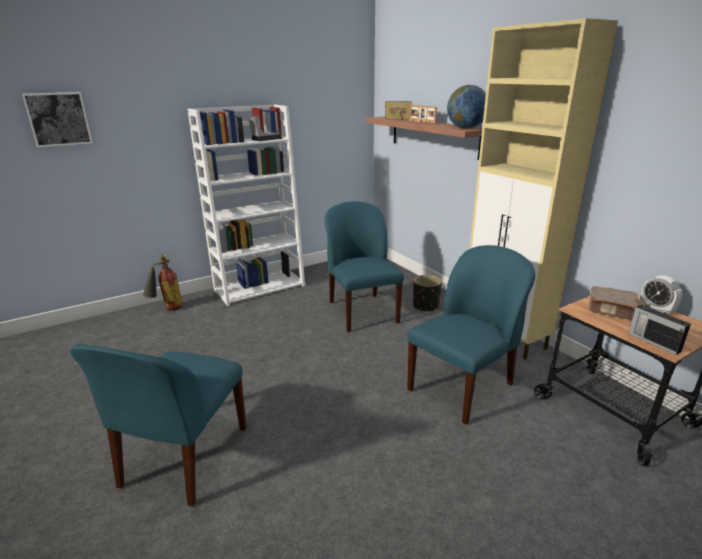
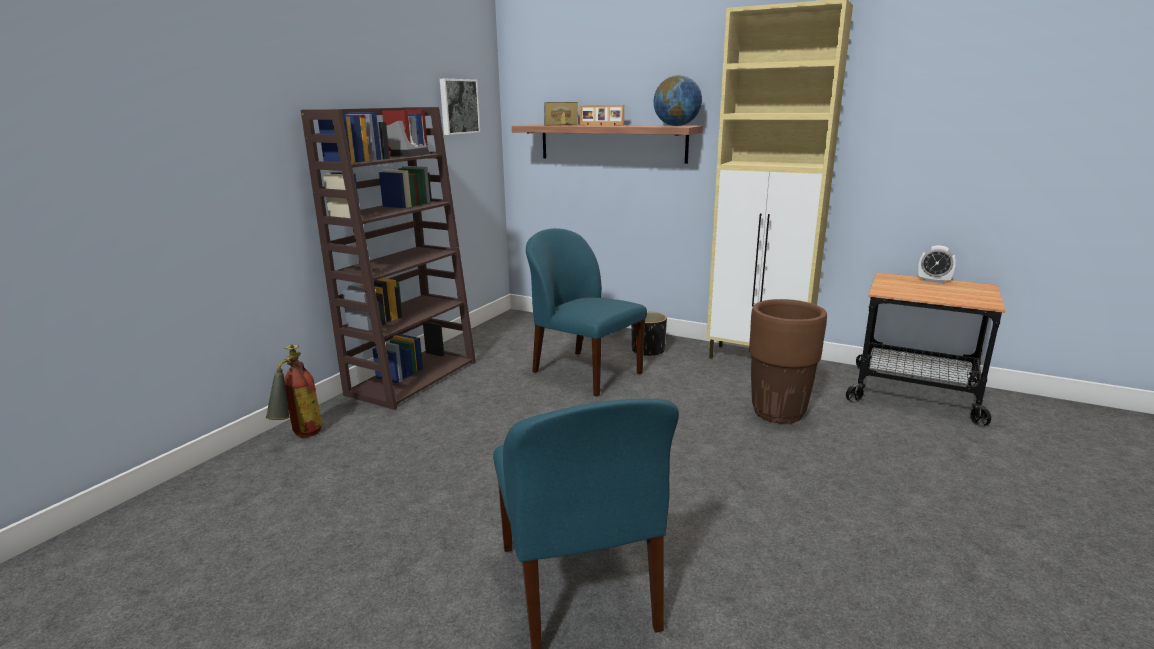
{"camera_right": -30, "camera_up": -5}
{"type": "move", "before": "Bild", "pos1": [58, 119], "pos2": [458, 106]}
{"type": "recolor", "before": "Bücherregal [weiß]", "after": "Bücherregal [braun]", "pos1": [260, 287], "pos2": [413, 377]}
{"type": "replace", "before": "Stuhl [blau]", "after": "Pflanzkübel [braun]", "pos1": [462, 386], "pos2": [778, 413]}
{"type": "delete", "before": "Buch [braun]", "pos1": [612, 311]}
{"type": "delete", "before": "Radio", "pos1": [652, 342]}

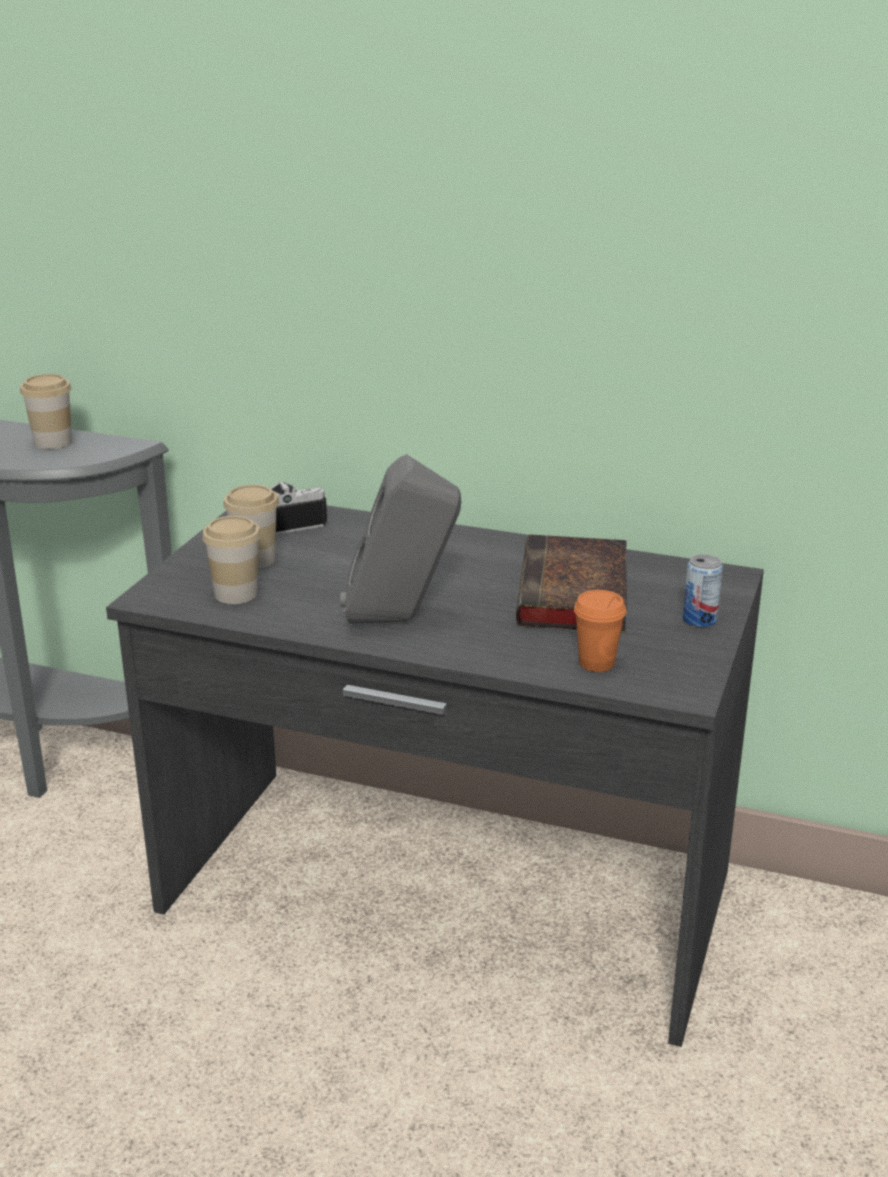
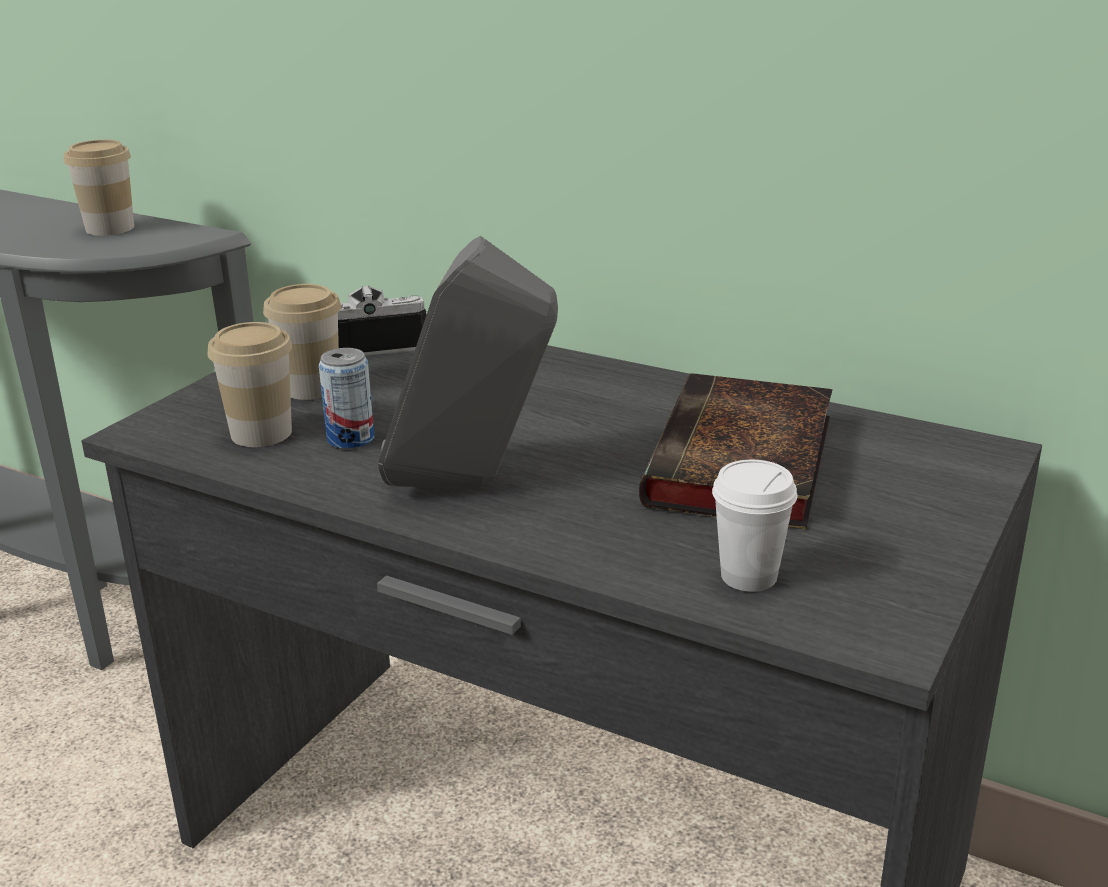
{"camera_right": 10, "camera_up": 0}
{"type": "move", "before": "Dose", "pos1": [699, 619], "pos2": [350, 439]}
{"type": "recolor", "before": "Tasse [orange]", "after": "Tasse [weiß]", "pos1": [596, 663], "pos2": [749, 576]}

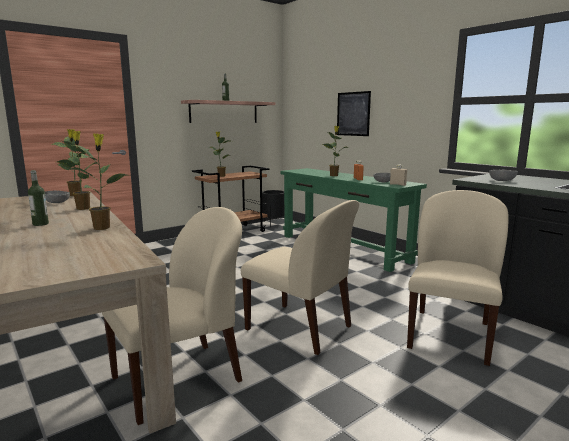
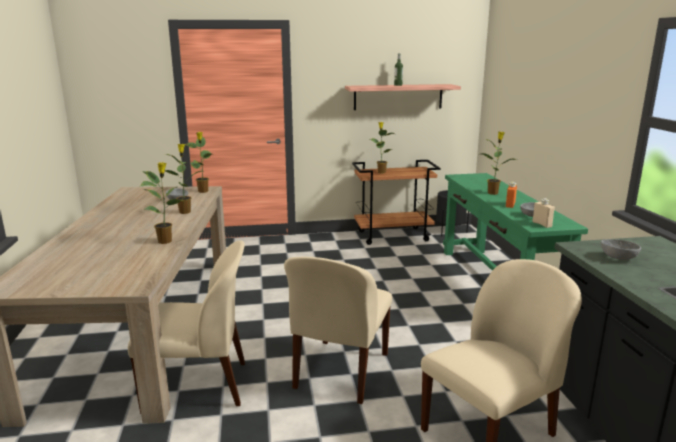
{"camera_right": 30, "camera_up": 5}
{"type": "delete", "before": "Bild", "pos1": [353, 114]}
{"type": "delete", "before": "Flasche", "pos1": [40, 224]}
{"type": "rotate", "before": "Stuhl [beige]", "pos1": [301, 328], "pos2": [340, 372], "turn": 45}

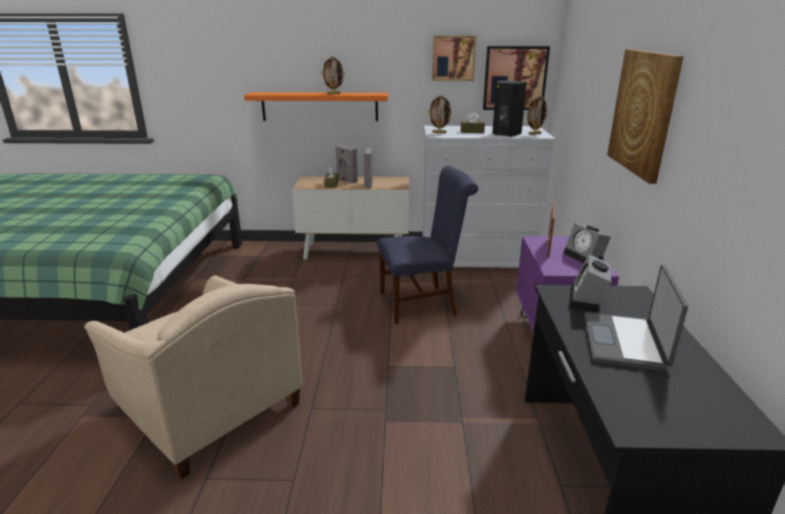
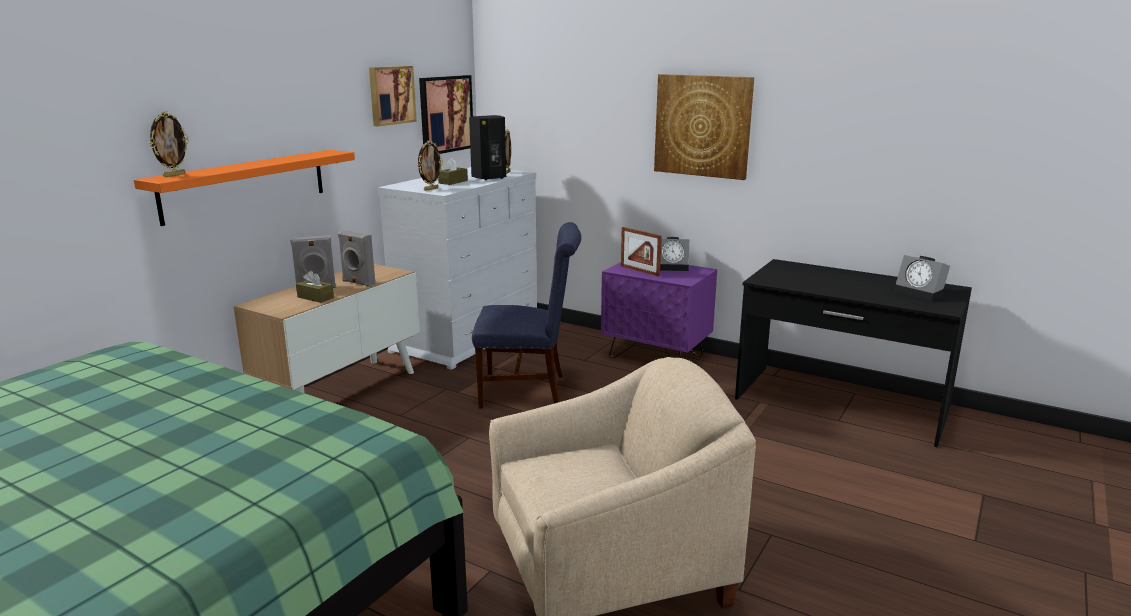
{"camera_right": -60, "camera_up": -5}
{"type": "move", "before": "Bilderrahmen", "pos1": [334, 94], "pos2": [174, 175]}
{"type": "rotate", "before": "Stuhl [blau]", "pos1": [422, 303], "pos2": [529, 390], "turn": 75}
{"type": "move", "before": "Wecker", "pos1": [587, 300], "pos2": [920, 293]}
{"type": "delete", "before": "Laptop", "pos1": [625, 342]}

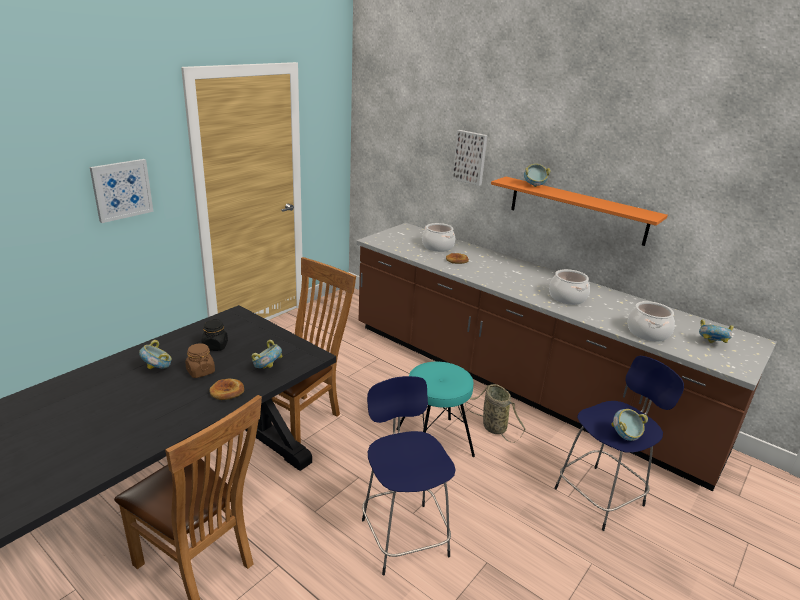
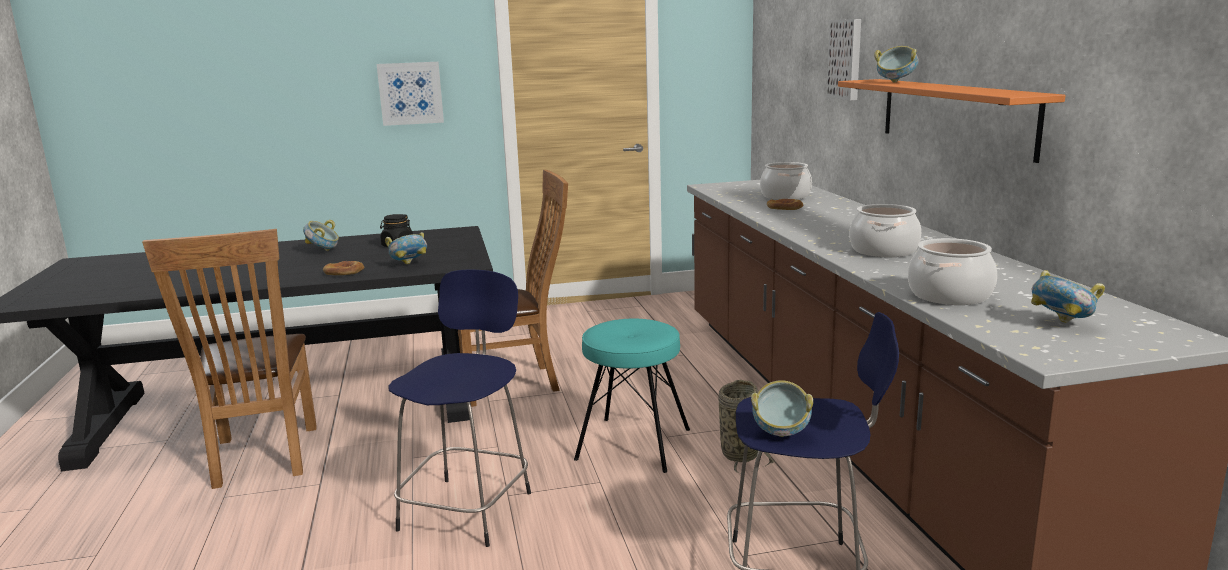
{"camera_right": 40, "camera_up": -10}
{"type": "delete", "before": "Vorratsglas [braun]", "pos1": [200, 371]}

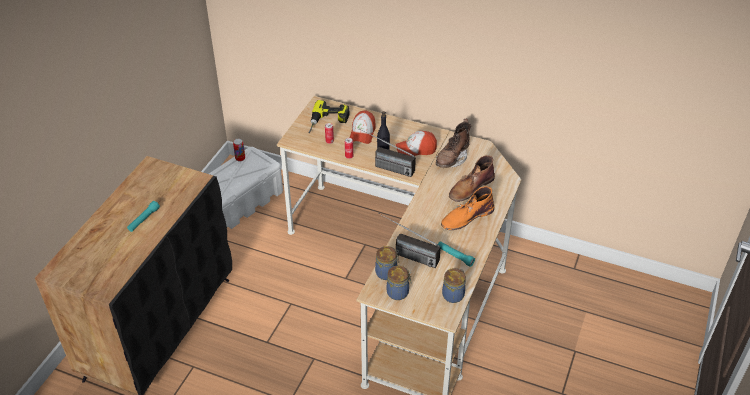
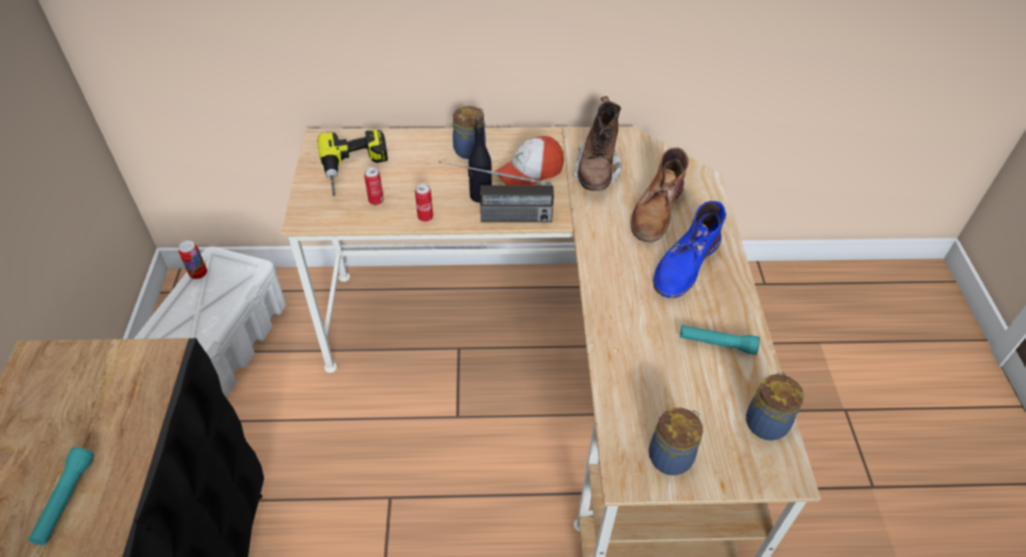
{"camera_right": -25, "camera_up": 5}
{"type": "delete", "before": "Kappe", "pos1": [362, 133]}
{"type": "recolor", "before": "Stiefel [orange]", "after": "Stiefel [blau]", "pos1": [466, 217], "pos2": [685, 264]}
{"type": "delete", "before": "Radio", "pos1": [406, 254]}
{"type": "move", "before": "Vorratsglas", "pos1": [387, 272], "pos2": [470, 149]}

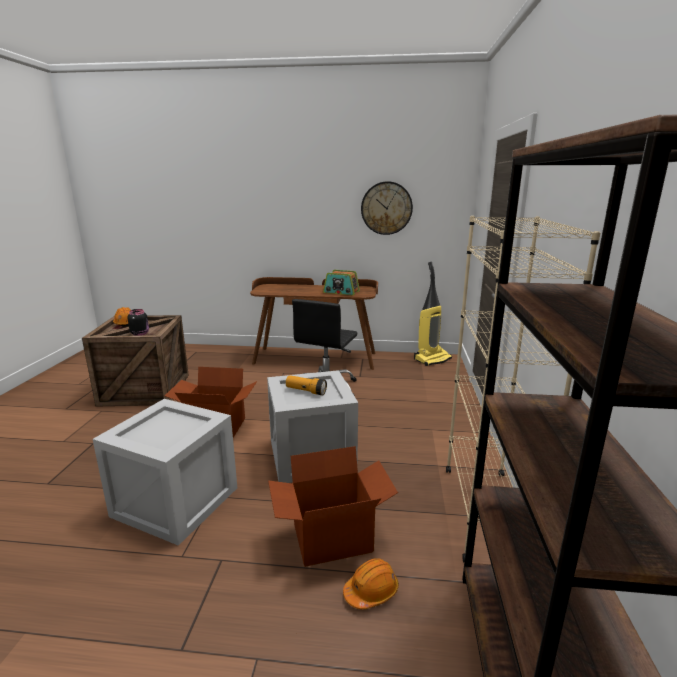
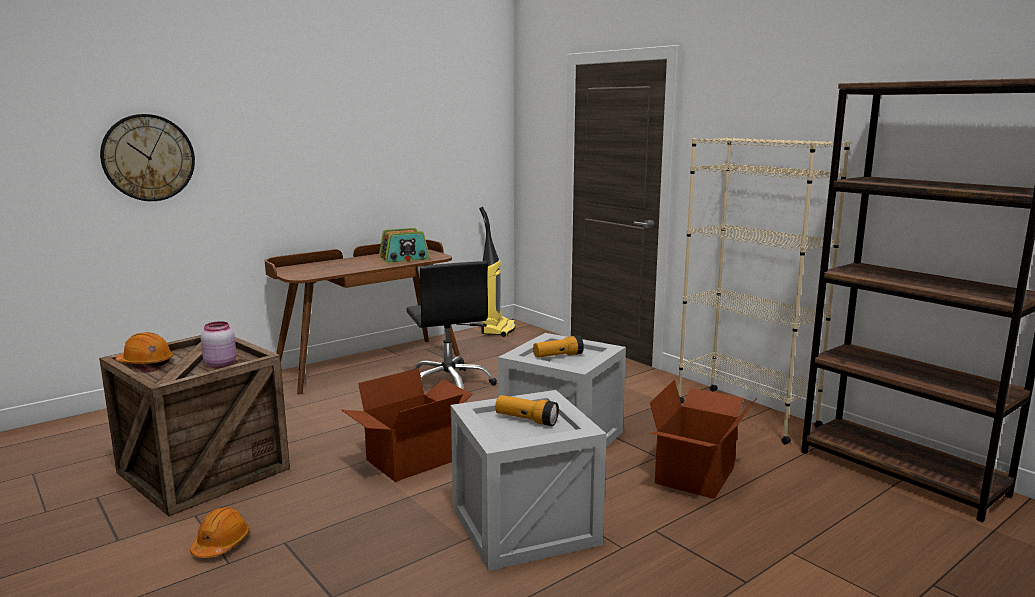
{"camera_right": -45, "camera_up": -5}
{"type": "move", "before": "Wanduhr", "pos1": [386, 208], "pos2": [148, 158]}
{"type": "recolor", "before": "Vorratsglas [schwarz]", "after": "Vorratsglas [rosa]", "pos1": [140, 333], "pos2": [220, 364]}
{"type": "move", "before": "Schutzhelm [orange]", "pos1": [371, 591], "pos2": [221, 544]}
{"type": "insert", "after": "Taschenlampe", "pos2": [526, 420]}

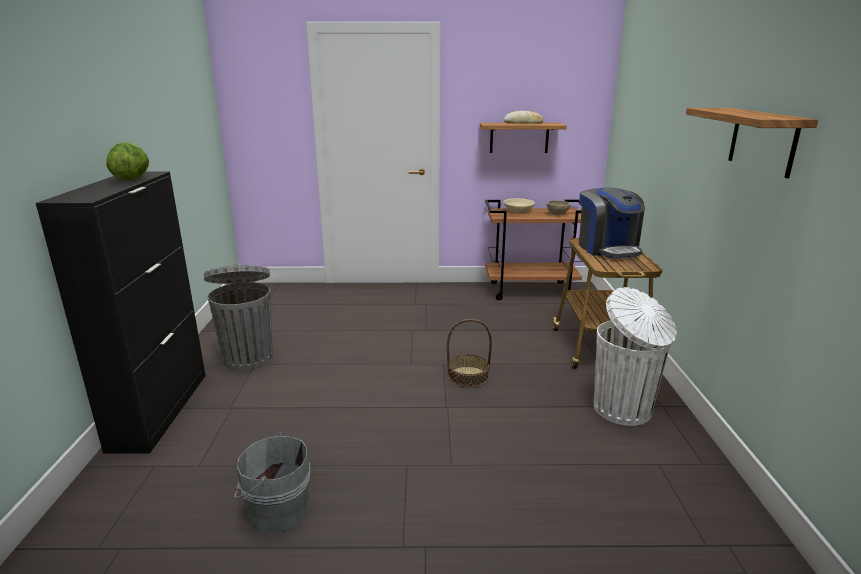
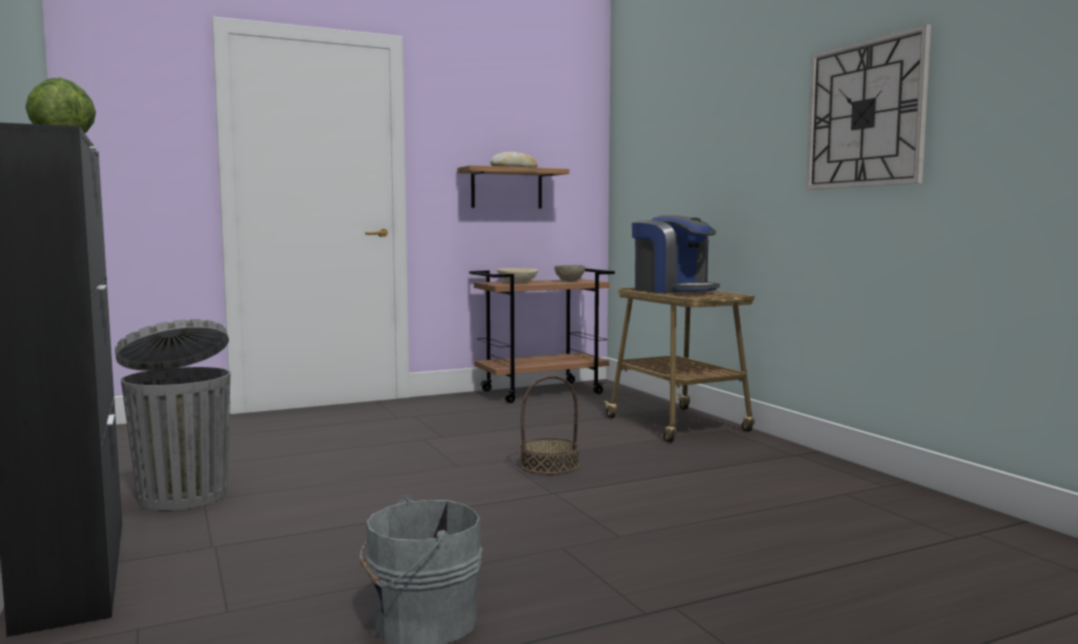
{"camera_right": -25, "camera_up": -15}
{"type": "replace", "before": "Wandregal", "after": "Wanduhr", "pos1": [762, 141], "pos2": [865, 114]}
{"type": "delete", "before": "Mülleimer [weiß]", "pos1": [624, 410]}

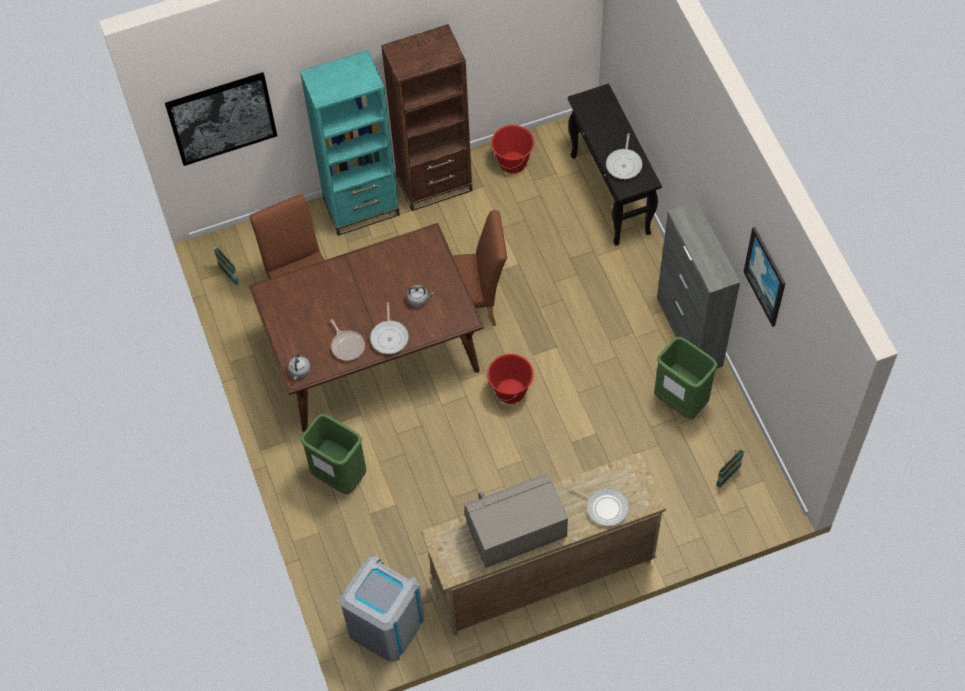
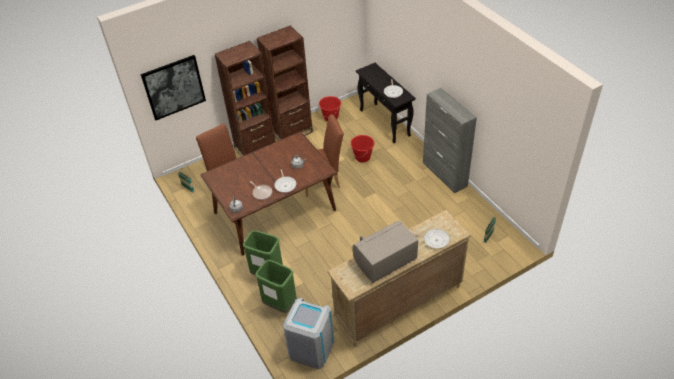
{"camera_right": -10, "camera_up": -15}
{"type": "recolor", "before": "Bücherregal [türkis]", "after": "Bücherregal [braun]", "pos1": [361, 208], "pos2": [255, 148]}
{"type": "delete", "before": "Bild", "pos1": [766, 276]}
{"type": "move", "before": "Mülleimer [grün]", "pos1": [680, 401], "pos2": [280, 304]}
{"type": "move", "before": "Eimer [rot]", "pos1": [510, 391], "pos2": [362, 157]}

